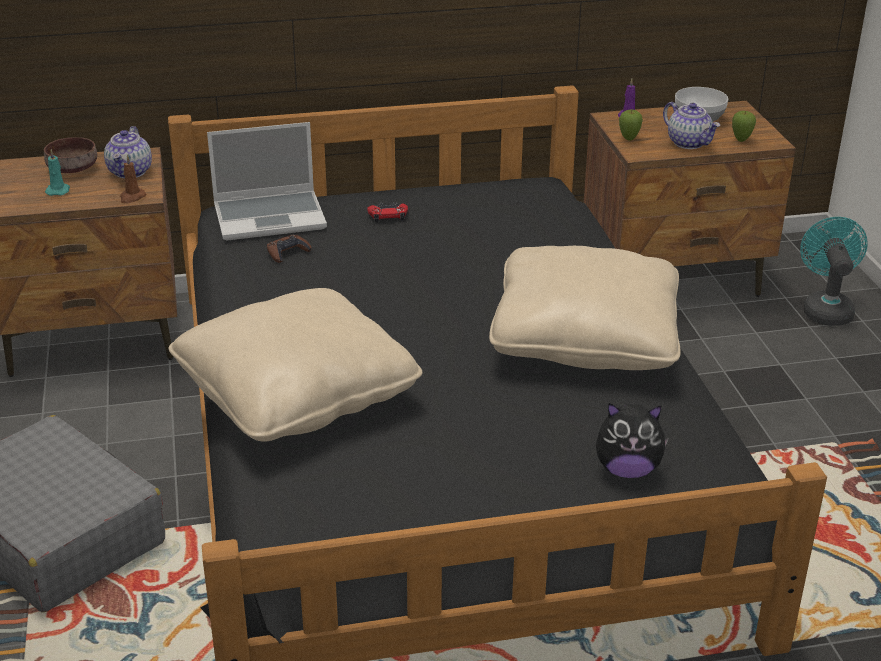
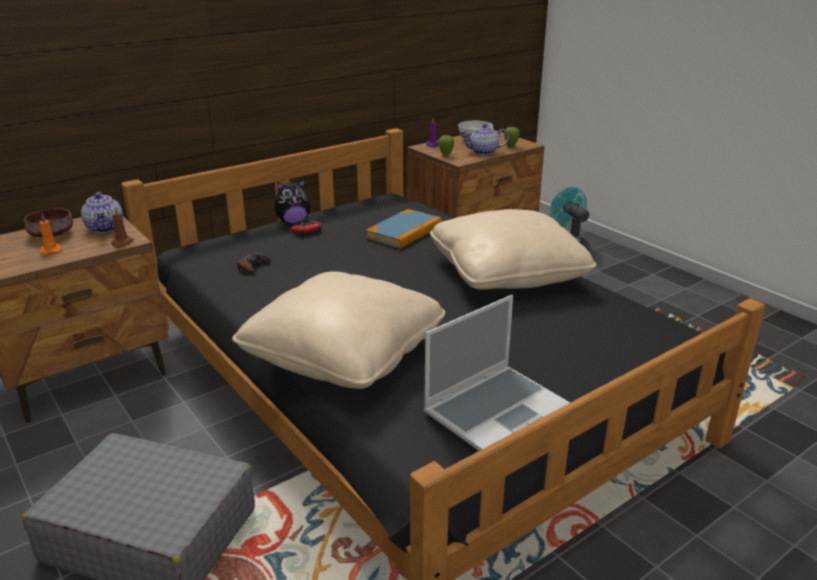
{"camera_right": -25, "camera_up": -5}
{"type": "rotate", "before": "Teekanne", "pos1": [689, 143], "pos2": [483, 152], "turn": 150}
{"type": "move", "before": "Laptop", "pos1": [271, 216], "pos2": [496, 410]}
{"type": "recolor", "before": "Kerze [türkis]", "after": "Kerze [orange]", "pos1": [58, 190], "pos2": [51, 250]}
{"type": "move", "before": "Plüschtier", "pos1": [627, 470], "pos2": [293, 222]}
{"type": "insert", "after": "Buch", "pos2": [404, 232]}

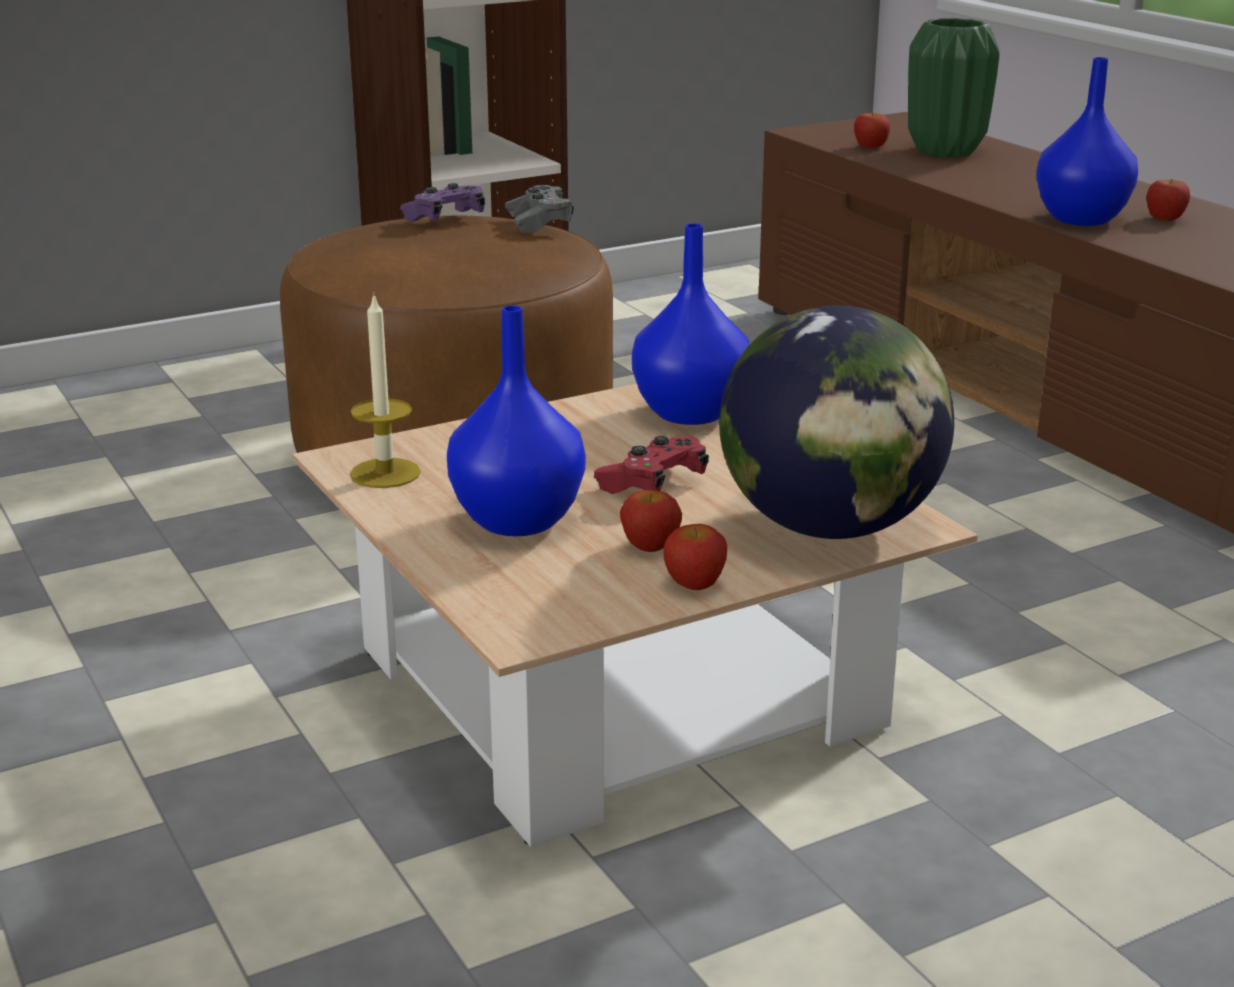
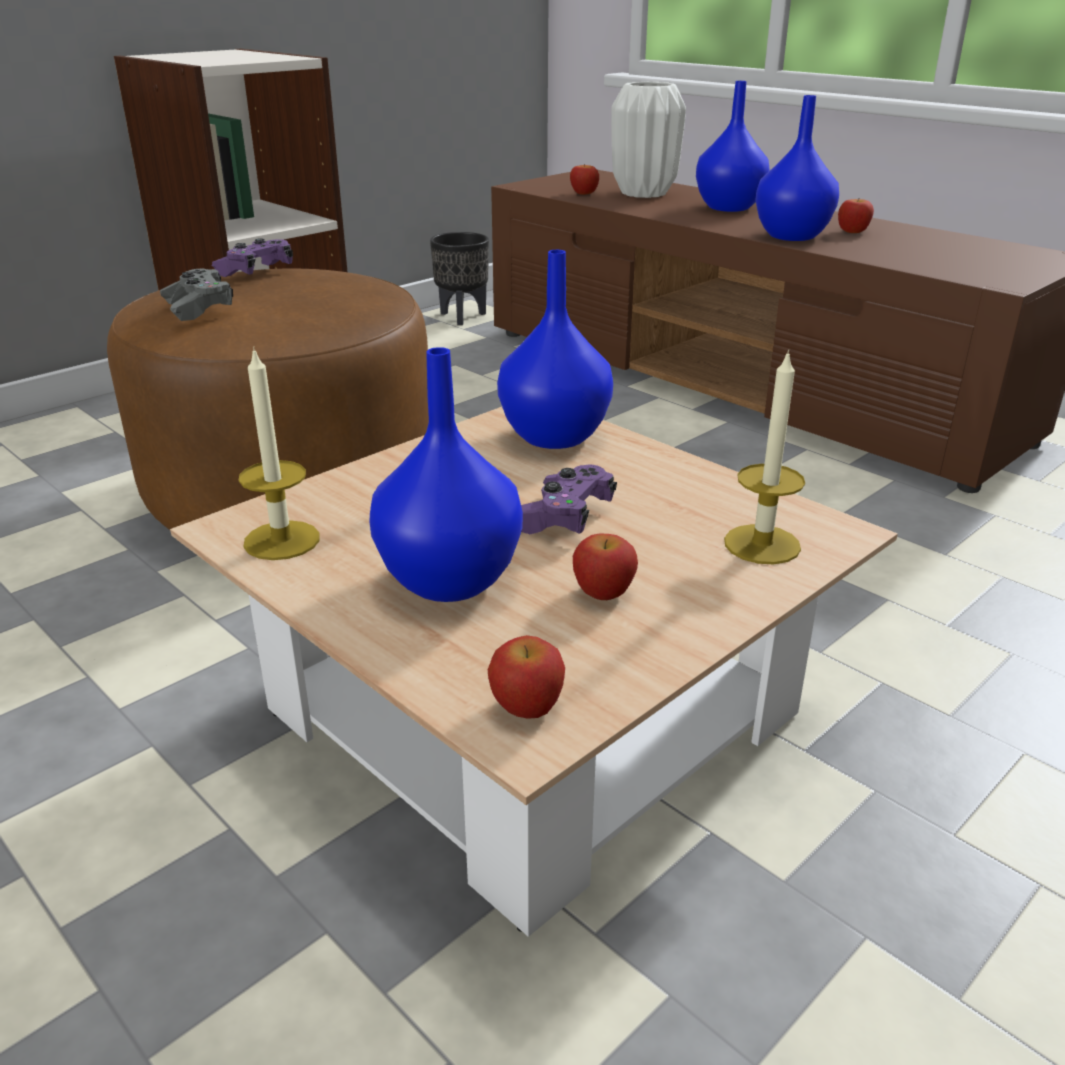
{"camera_right": -15, "camera_up": 5}
{"type": "recolor", "before": "Vase [grün]", "after": "Vase [weiß]", "pos1": [944, 151], "pos2": [643, 193]}
{"type": "move", "before": "Gamepad [grau]", "pos1": [539, 223], "pos2": [199, 308]}
{"type": "replace", "before": "Globus", "after": "Kerze", "pos1": [830, 527], "pos2": [762, 544]}
{"type": "recolor", "before": "Gamepad [rot]", "after": "Gamepad [lila]", "pos1": [652, 484], "pos2": [563, 517]}
{"type": "move", "before": "Apfel", "pos1": [694, 583], "pos2": [526, 706]}
{"type": "insert", "after": "Vase [blau]", "pos2": [728, 208]}
{"type": "insert", "after": "Pflanzkübel [schwarz]", "pos2": [462, 317]}

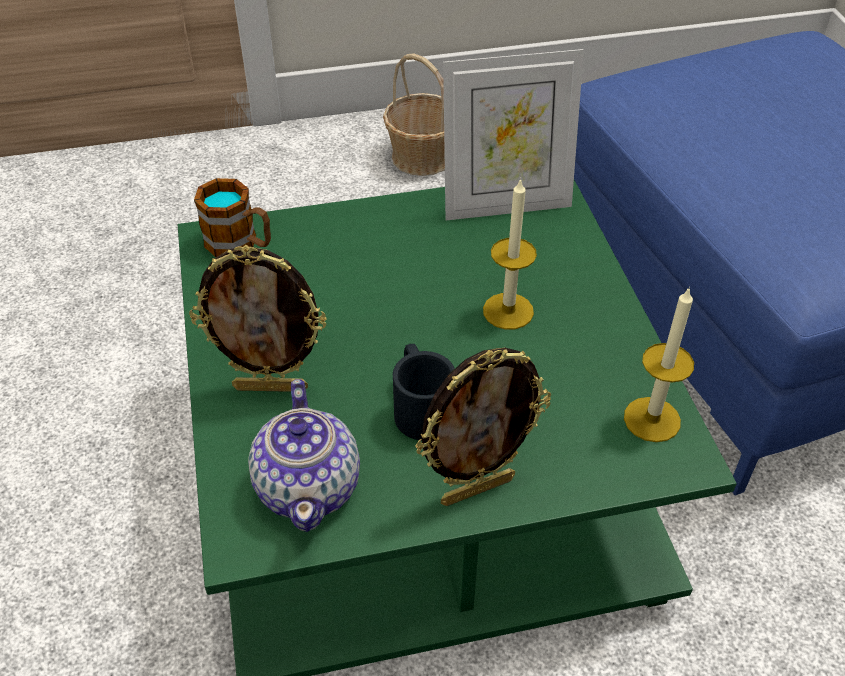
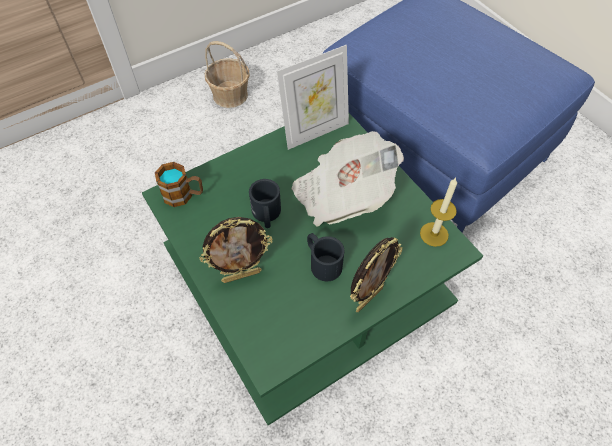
{"camera_right": -20, "camera_up": 10}
{"type": "replace", "before": "Kerze", "after": "Zeitung", "pos1": [508, 311], "pos2": [342, 194]}
{"type": "delete", "before": "Teekanne", "pos1": [309, 486]}
{"type": "insert", "after": "Henkelbecher [schwarz]", "pos2": [266, 215]}

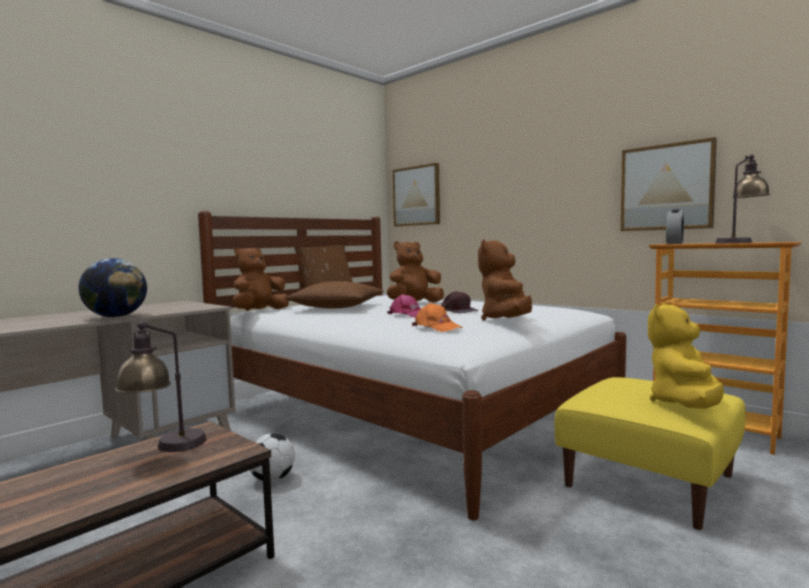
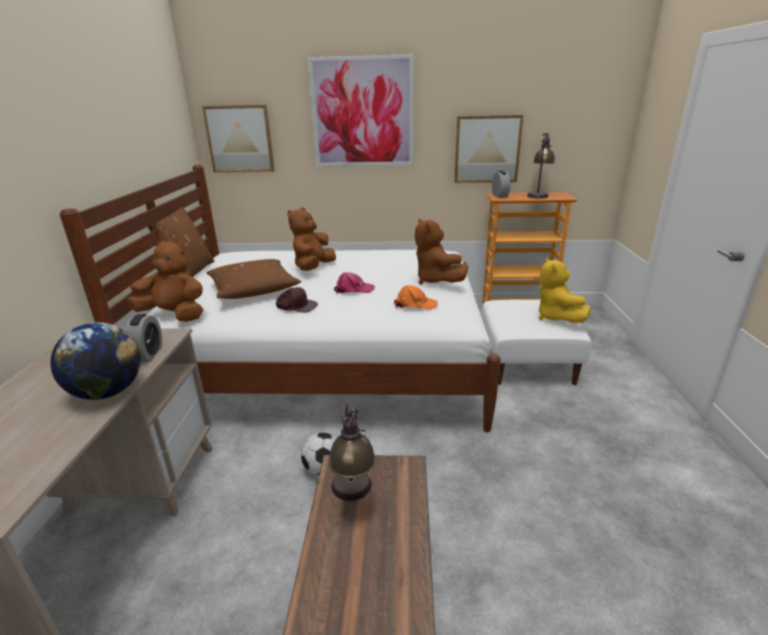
{"camera_right": -40, "camera_up": 20}
{"type": "rotate", "before": "Plüschtier [braun]", "pos1": [259, 311], "pos2": [174, 315], "turn": 105}
{"type": "move", "before": "Kappe [braun]", "pos1": [458, 310], "pos2": [296, 306]}
{"type": "recolor", "before": "Polsterhocker [gelb]", "after": "Polsterhocker [weiß]", "pos1": [648, 480], "pos2": [526, 362]}
{"type": "insert", "after": "Bild", "pos2": [362, 113]}
{"type": "insert", "after": "Wecker", "pos2": [148, 354]}

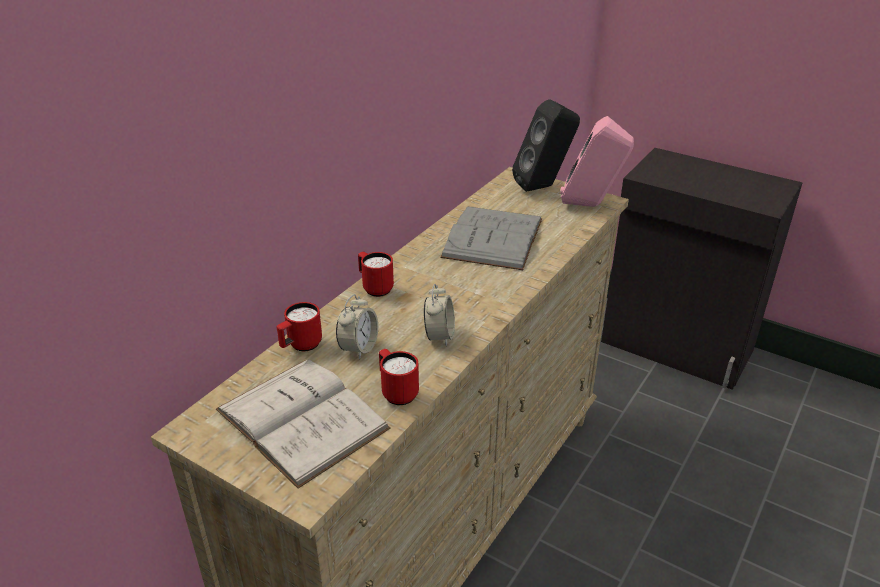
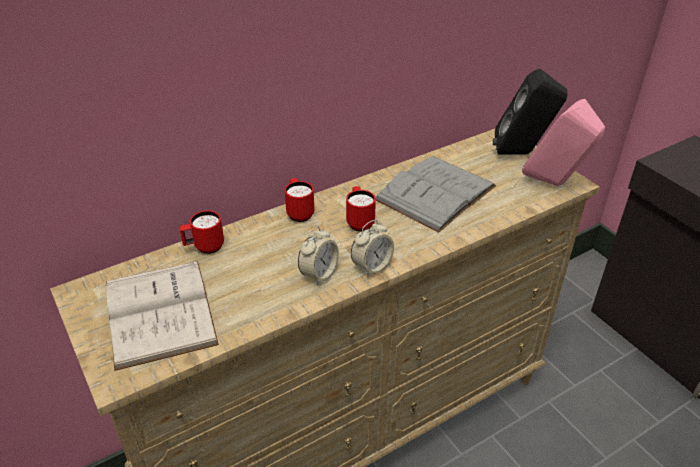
{"camera_right": 25, "camera_up": 5}
{"type": "move", "before": "Wecker", "pos1": [358, 348], "pos2": [372, 266]}
{"type": "move", "before": "Henkelbecher [rot]", "pos1": [397, 392], "pos2": [359, 221]}

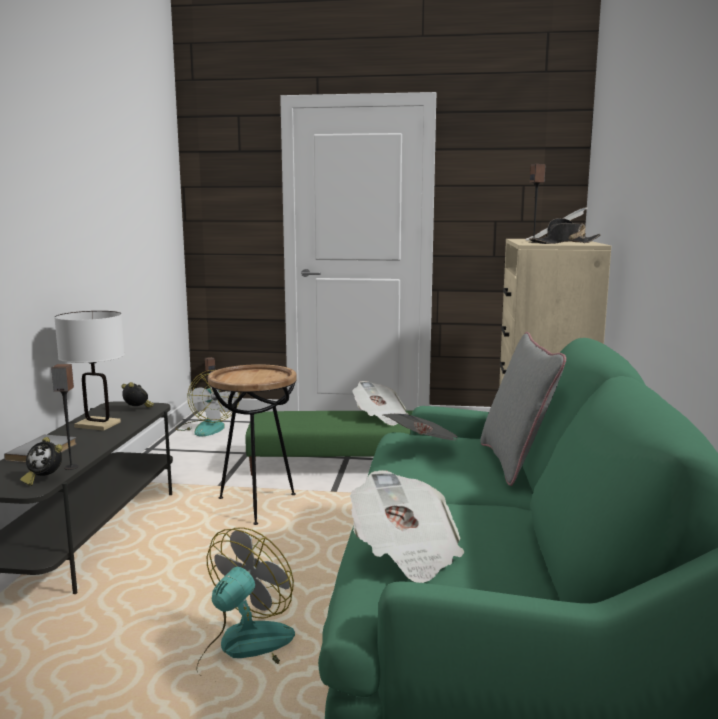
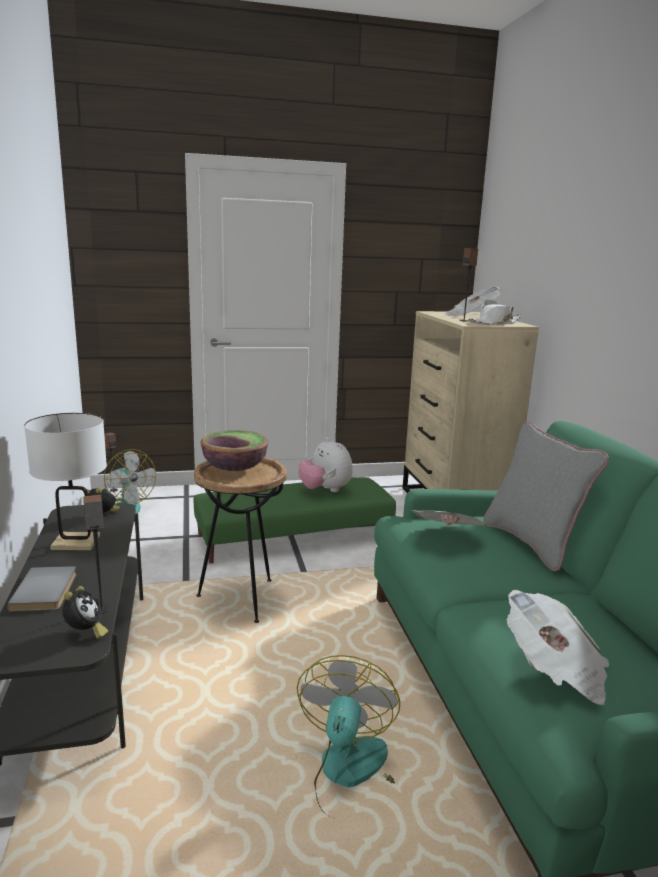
{"camera_right": -20, "camera_up": 5}
{"type": "recolor", "before": "Hut [schwarz]", "after": "Hut [weiß]", "pos1": [564, 243], "pos2": [494, 323]}
{"type": "replace", "before": "Zeitung", "after": "Plüschtier", "pos1": [380, 417], "pos2": [325, 490]}
{"type": "rotate", "before": "Wecker", "pos1": [44, 479], "pos2": [85, 633], "turn": -90}
{"type": "insert", "after": "Schüssel", "pos2": [234, 468]}

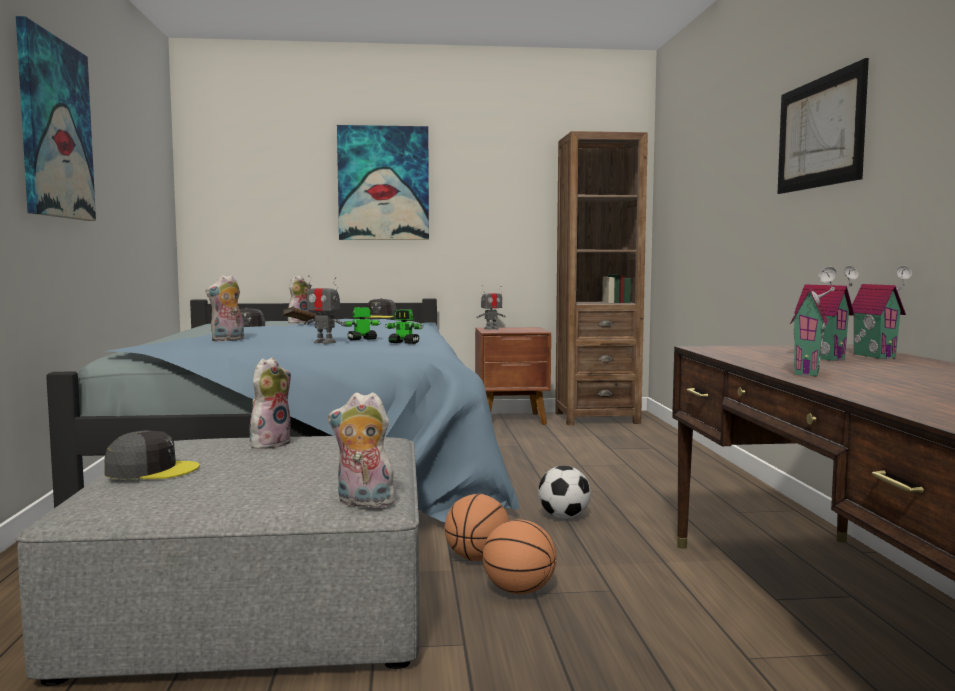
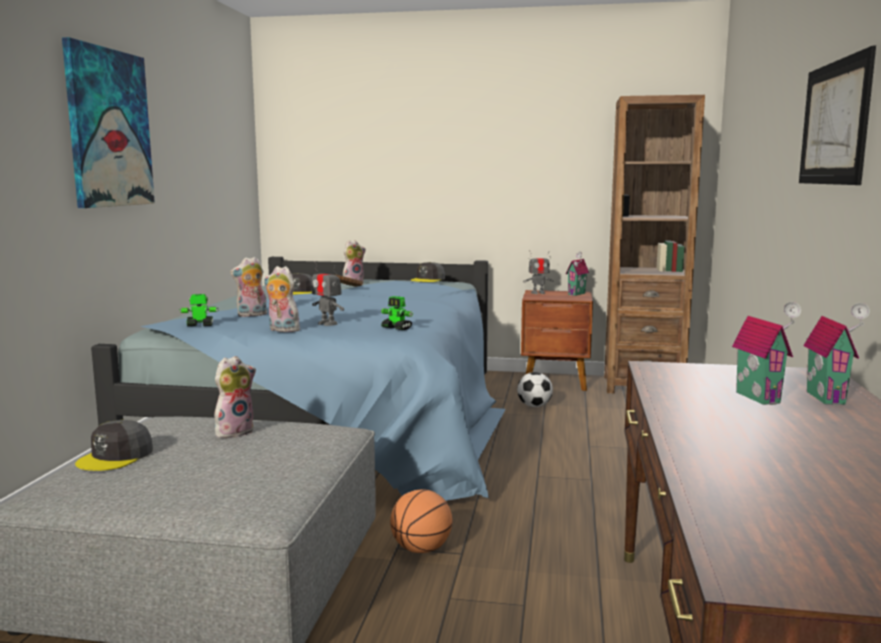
{"camera_right": 15, "camera_up": 5}
{"type": "delete", "before": "Bild", "pos1": [383, 183]}
{"type": "move", "before": "Spielzeughaus", "pos1": [810, 372], "pos2": [577, 294]}
{"type": "move", "before": "Spielzeugroboter", "pos1": [361, 339], "pos2": [199, 325]}
{"type": "move", "before": "Plüschtier", "pos1": [363, 503], "pos2": [282, 330]}
{"type": "rotate", "before": "Kappe [grau]", "pos1": [151, 470], "pos2": [116, 456], "turn": 105}
{"type": "move", "before": "Fußball", "pos1": [564, 517], "pos2": [534, 406]}
{"type": "delete", "before": "Basketball", "pos1": [519, 591]}

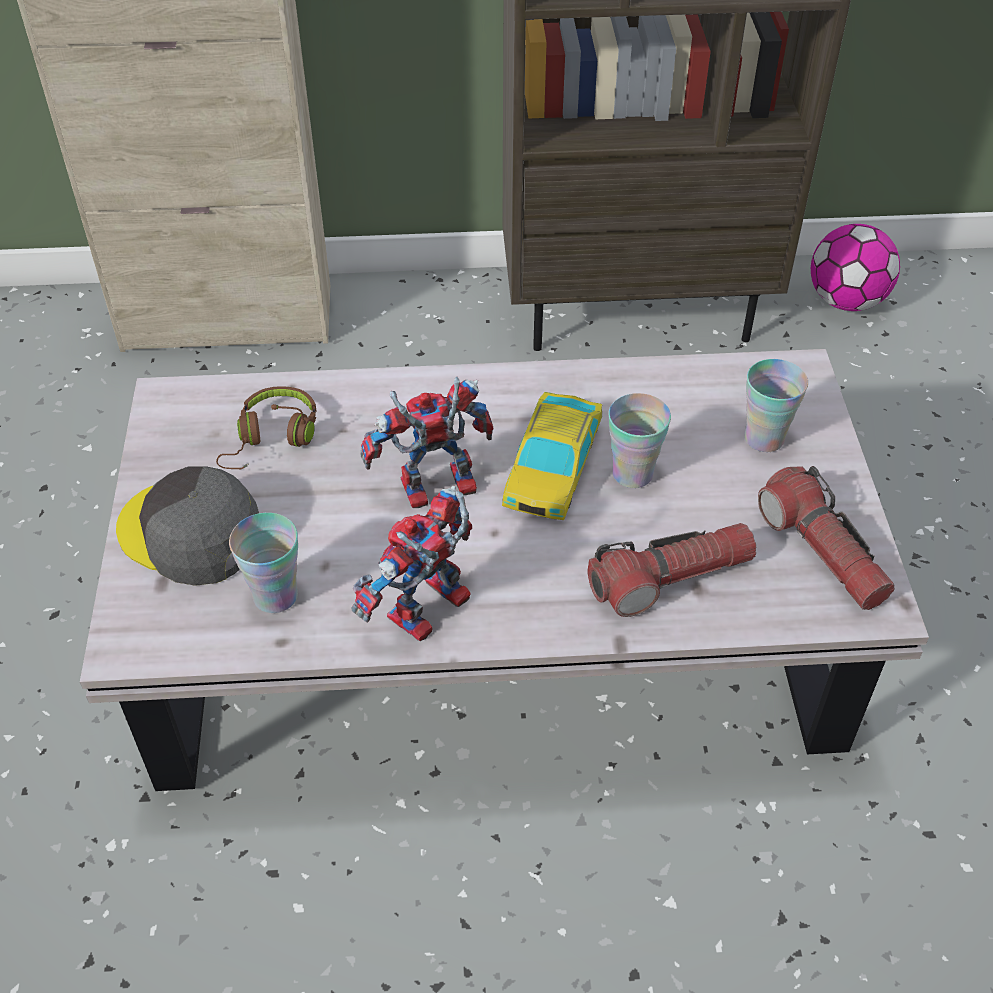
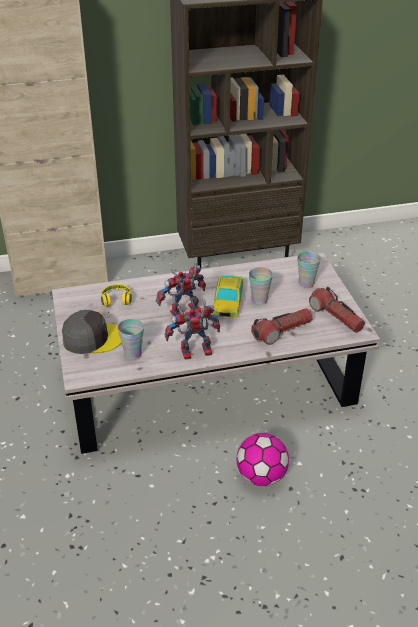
{"camera_right": -10, "camera_up": -10}
{"type": "move", "before": "Fußball", "pos1": [846, 301], "pos2": [261, 476]}
{"type": "recolor", "before": "Kopfhörer [braun]", "after": "Kopfhörer [gelb]", "pos1": [272, 438], "pos2": [114, 304]}
{"type": "rotate", "before": "Kappe [grau]", "pos1": [191, 533], "pos2": [92, 338], "turn": 150}
{"type": "rotate", "before": "Spielzeugroboter", "pos1": [428, 616], "pos2": [194, 353], "turn": 45}

